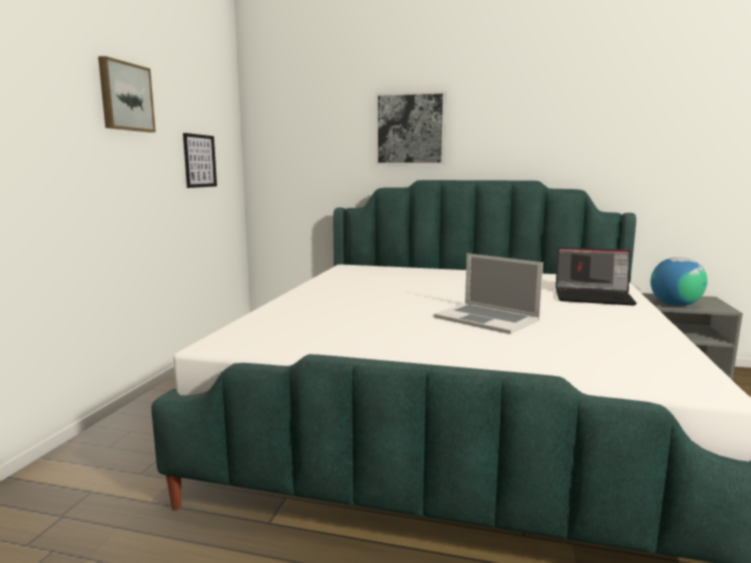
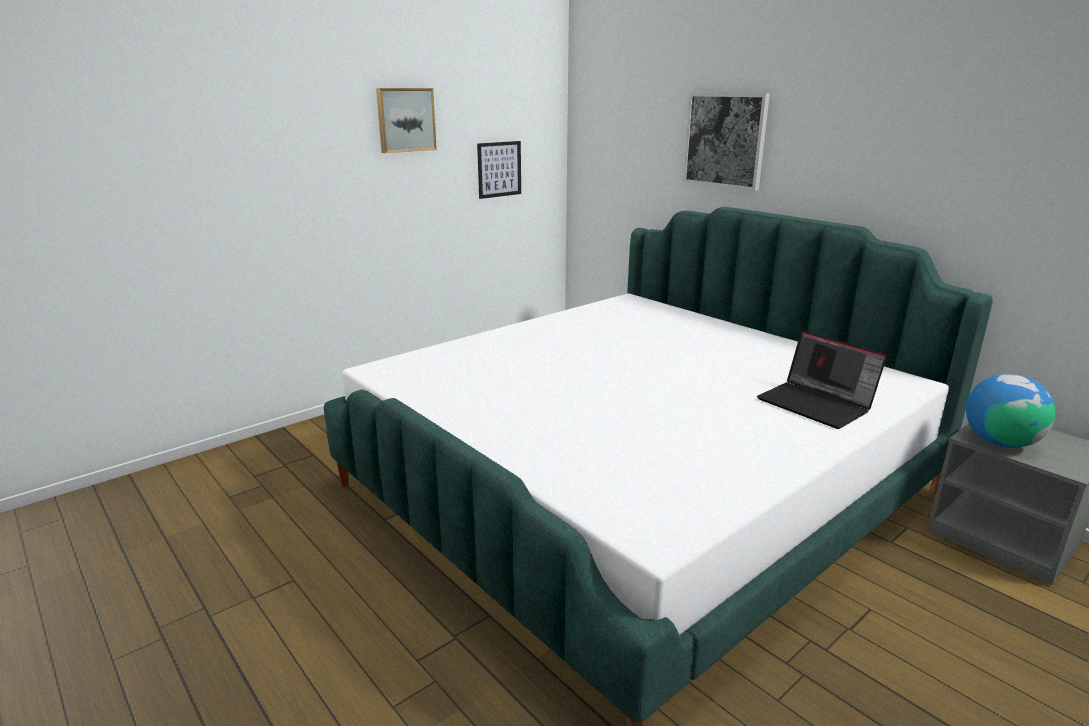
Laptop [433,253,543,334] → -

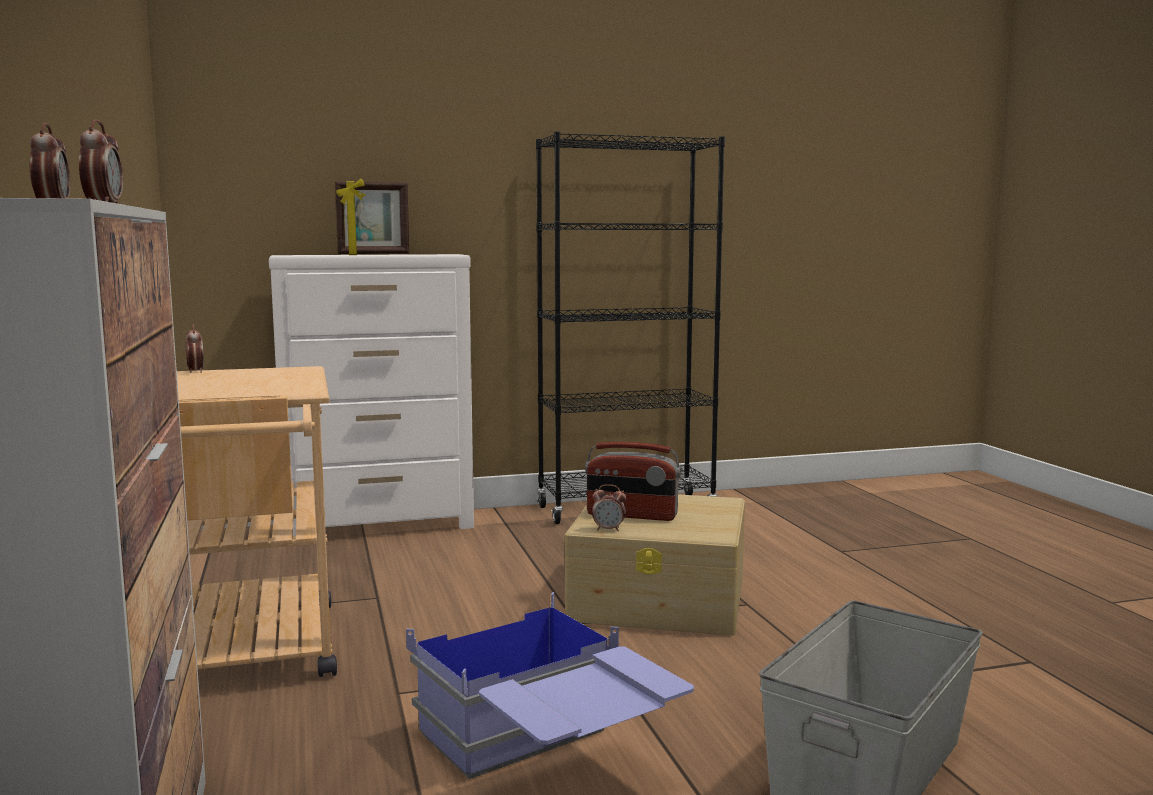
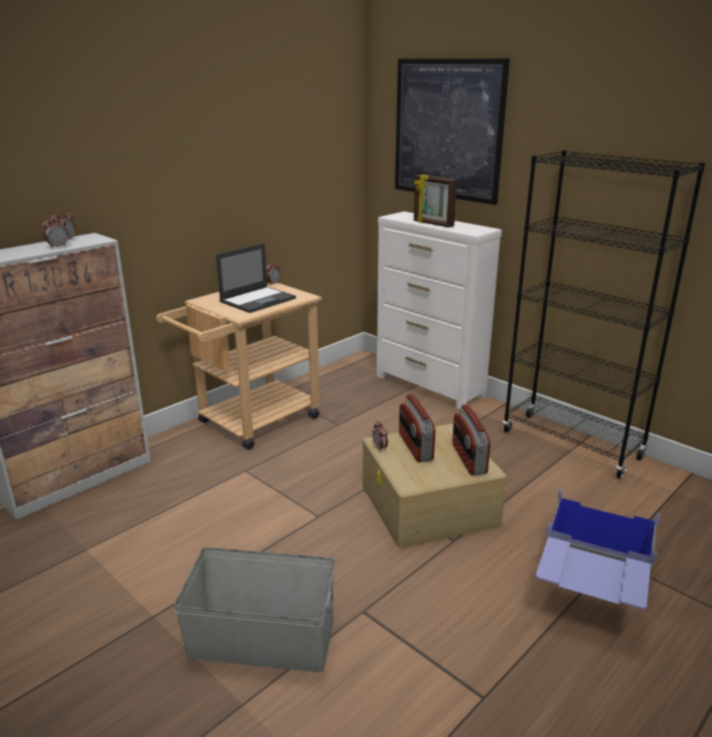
Aufbewahrungsbox/blau [406,592,694,779] → Aufbewahrungsbox/blau [536,489,661,609], relocated
- → Bild [395,58,510,205]
- → Laptop [216,244,296,313]
- → Radio [452,404,491,475]

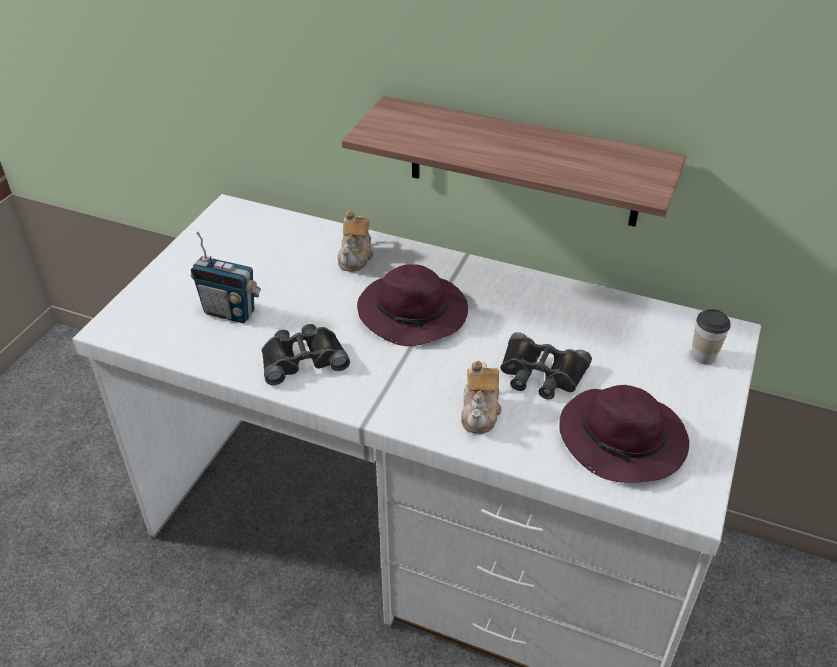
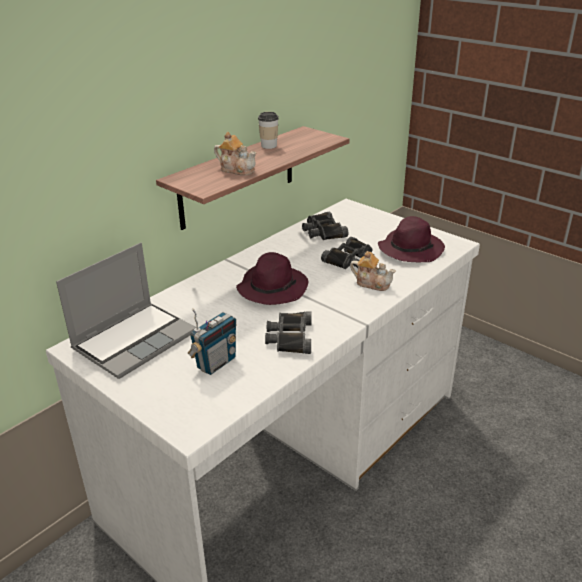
Teekanne [338,210,374,272] → Teekanne [214,132,257,176], relocated
Tasse [691,309,731,365] → Tasse [258,112,279,149], relocated
- → Fernglas/schwarz [302,211,349,240]
- → Laptop [56,243,197,379]

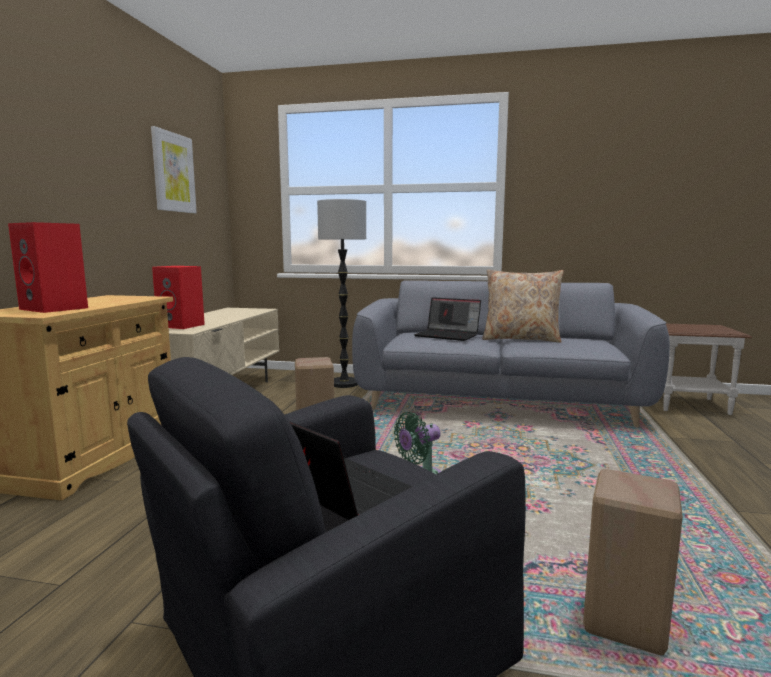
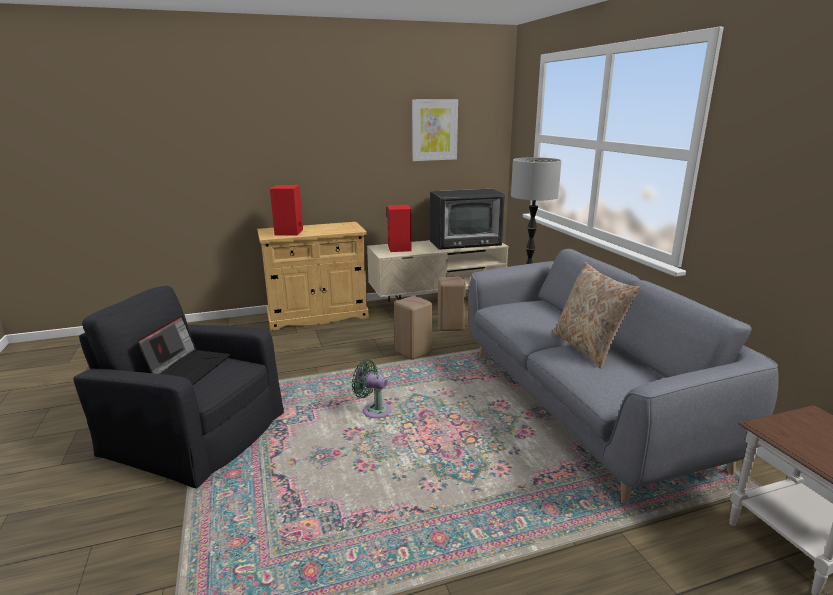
Laptop [414,297,481,341] → -
Hocker/beige [583,469,683,655] → Hocker/beige [438,276,466,331], relocated
- → Fernseher [430,189,505,250]

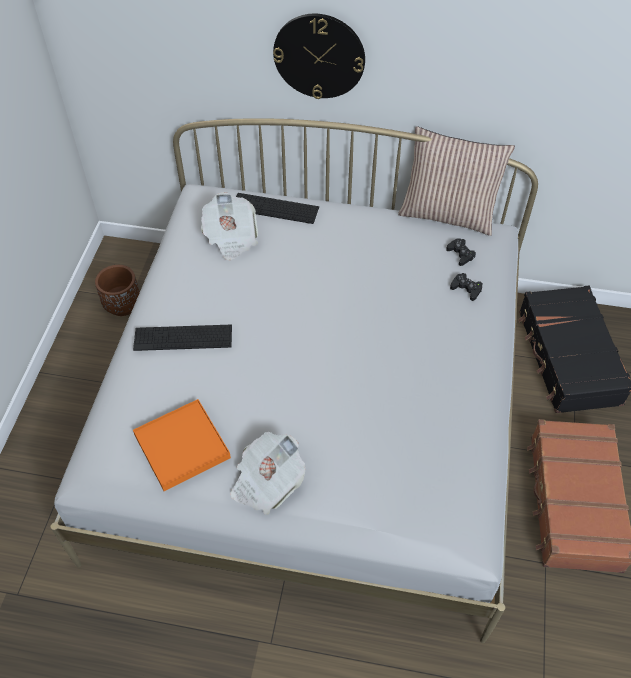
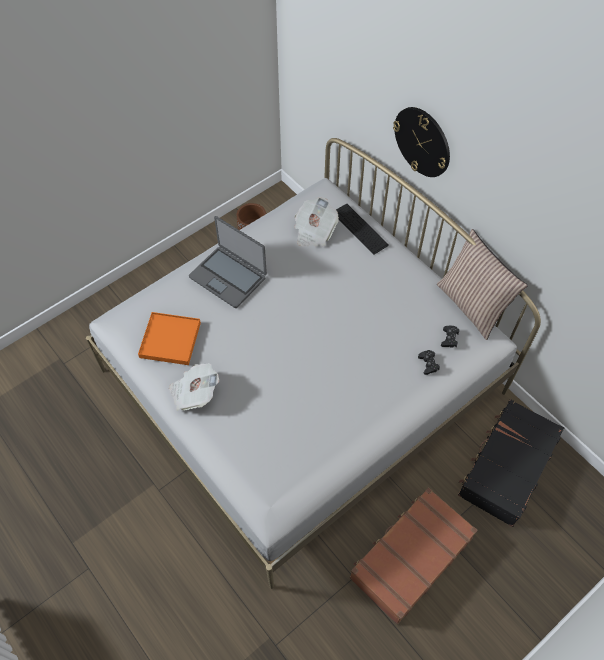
Tastatur [133,325,232,351] → Laptop [189,216,267,308]

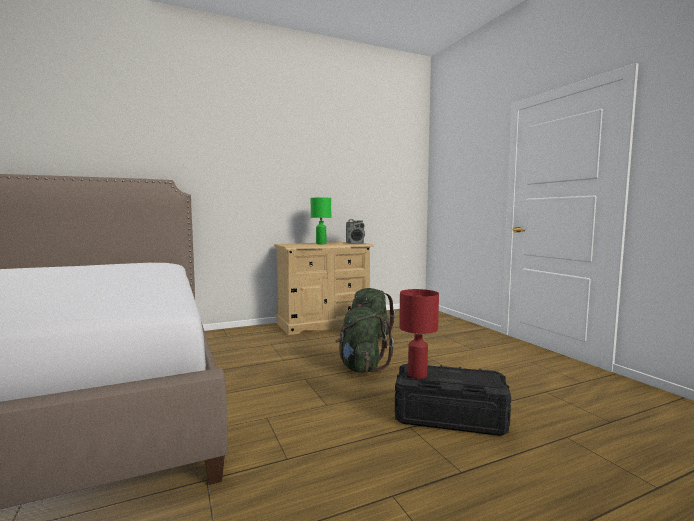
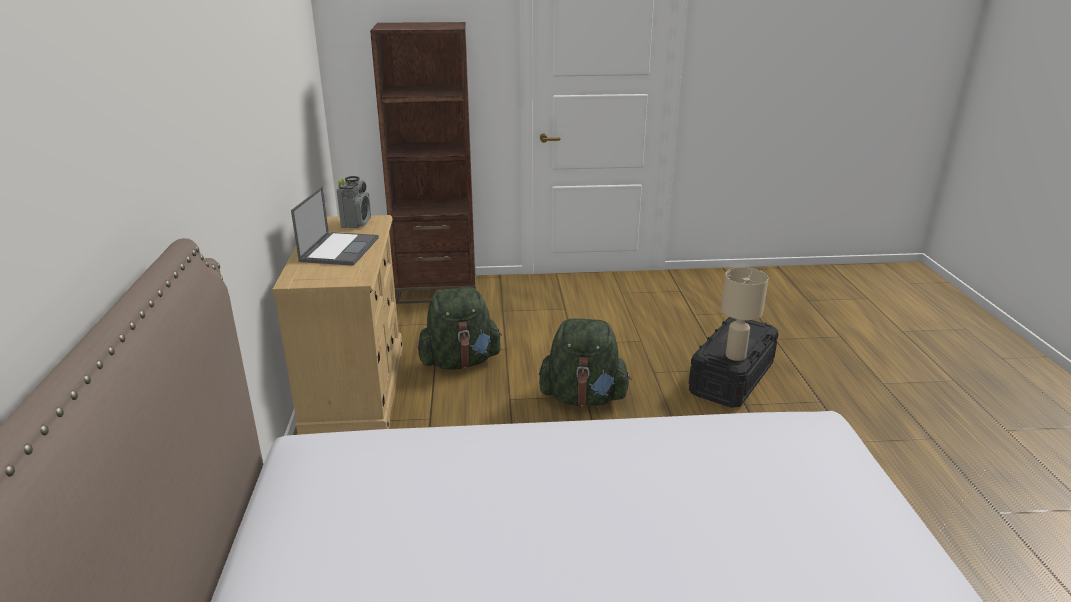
Tischlampe/grün [311,197,331,244] → Laptop [291,187,379,266]
Tischlampe/rot [399,289,439,379] → Tischlampe/beige [721,267,768,361]
- → Bücherregal/braun [370,22,476,304]

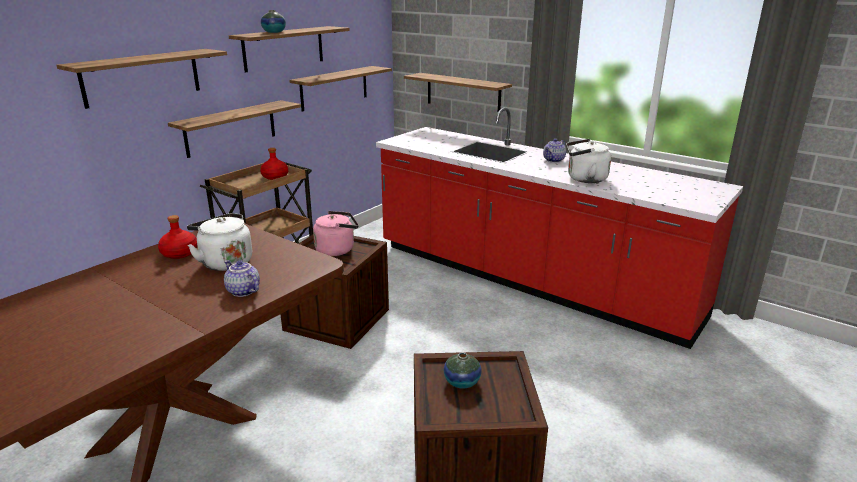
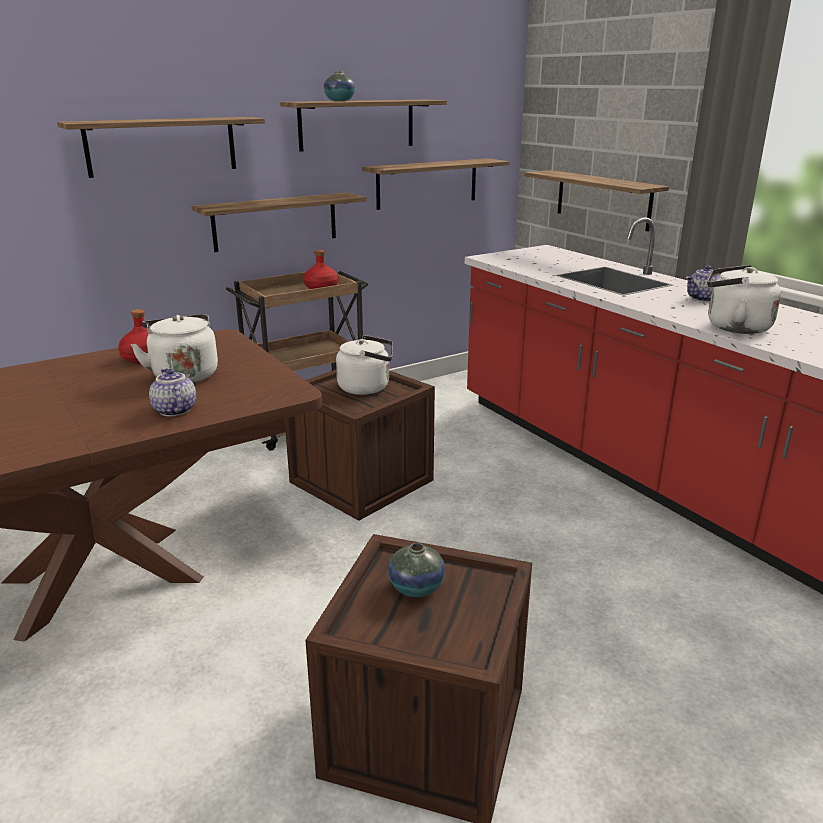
Wasserkessel/rosa [313,211,359,256] → Wasserkessel/weiß [336,335,393,395]

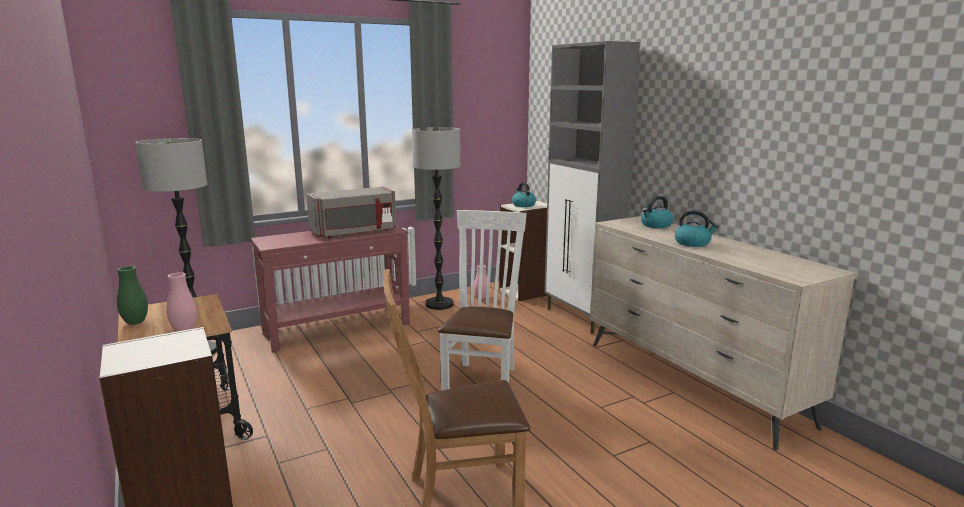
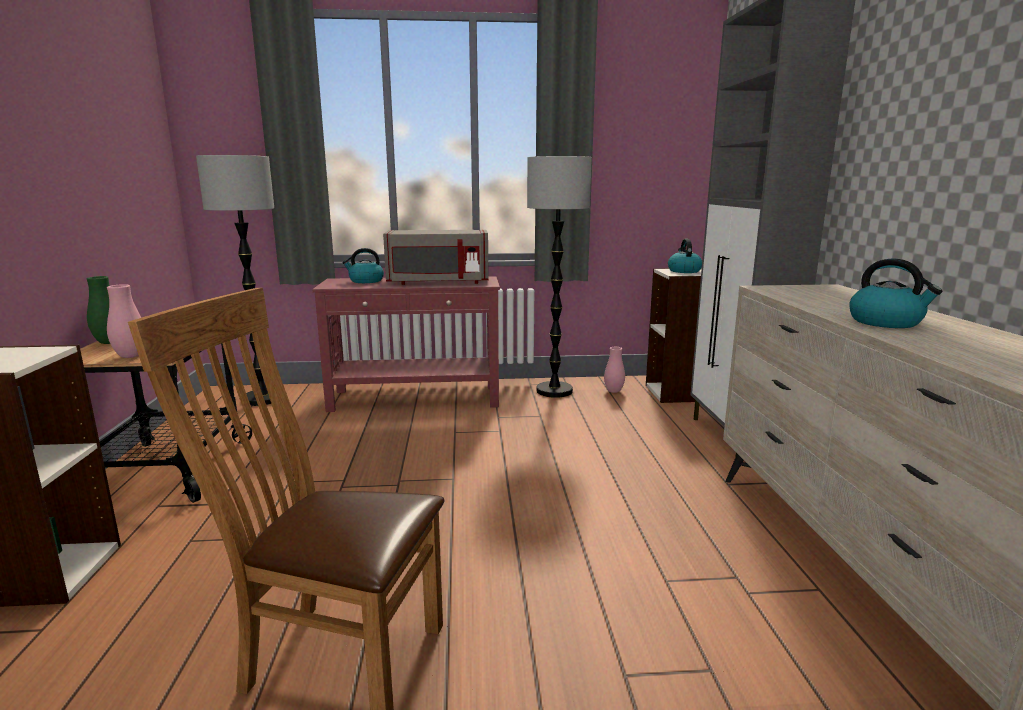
Wasserkessel [641,196,673,228] → Wasserkessel [342,248,384,283], relocated
Stuhl/weiß [438,210,527,391] → -

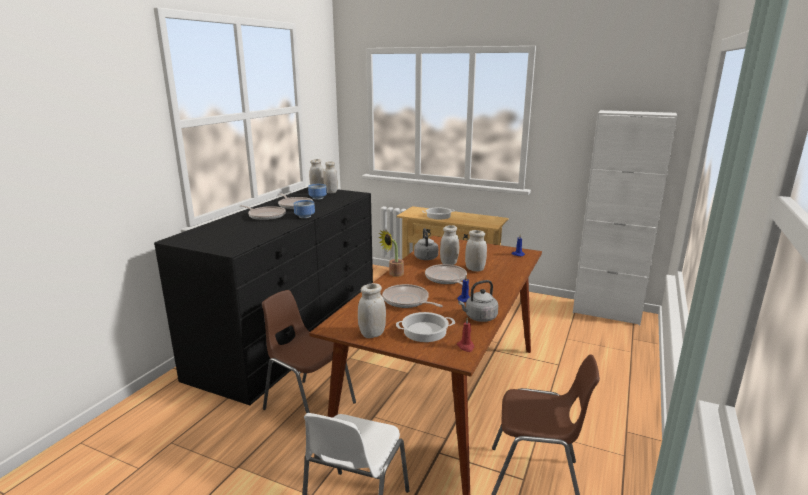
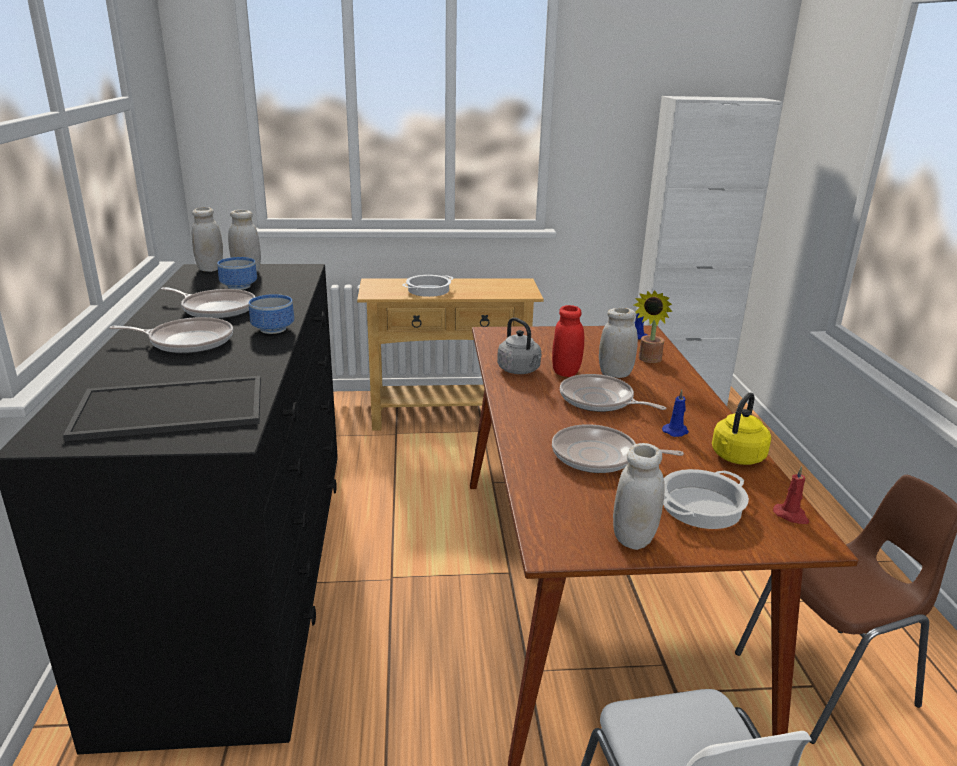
Vorratsglas/weiß [440,225,459,265] → Vorratsglas/rot [552,305,584,377]
Topfpflanze [379,230,404,277] → Topfpflanze [634,290,673,363], relocated
Wasserkessel/grau [458,280,498,322] → Wasserkessel/gelb [712,393,771,465]
Stuhl/braun [262,290,356,413] → -
- → Tablett [63,376,261,441]

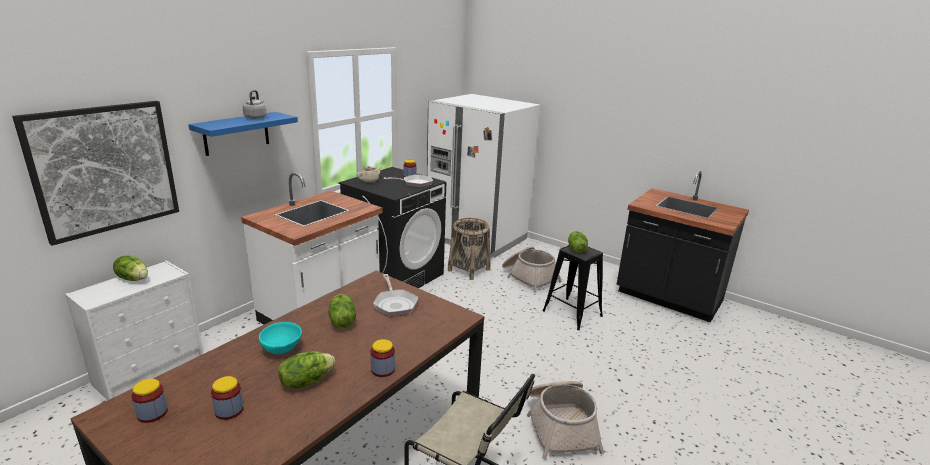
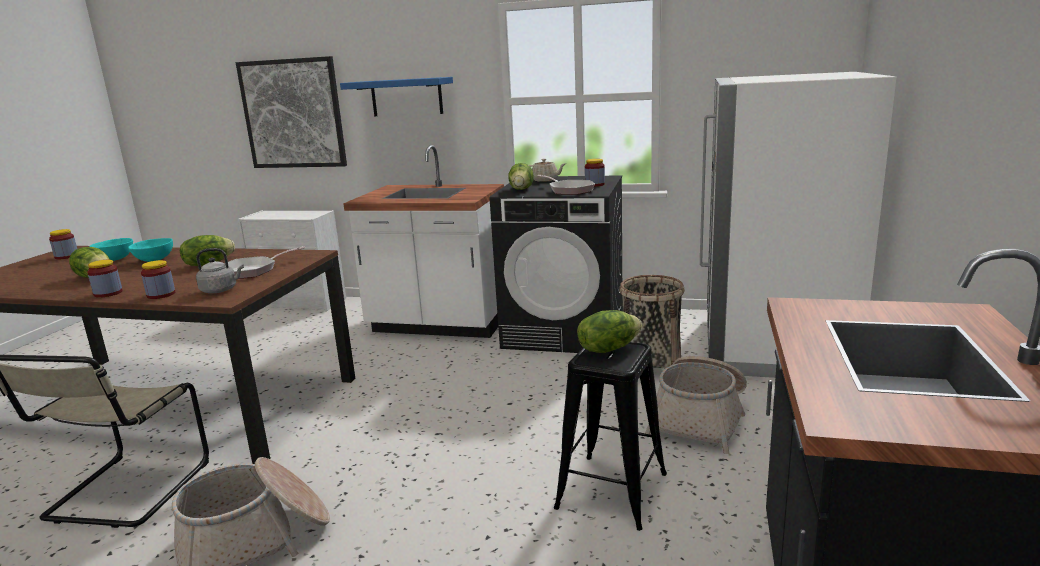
Wasserkessel/grau [243,90,267,119] → Wasserkessel/grau [196,248,244,293], relocated
Salatkopf [113,256,148,281] → Salatkopf [509,163,534,190], relocated
Vorratsglas [211,376,244,420] → Vorratsglas [141,260,175,299], relocated
- → Schüssel/türkis [89,238,133,261]

